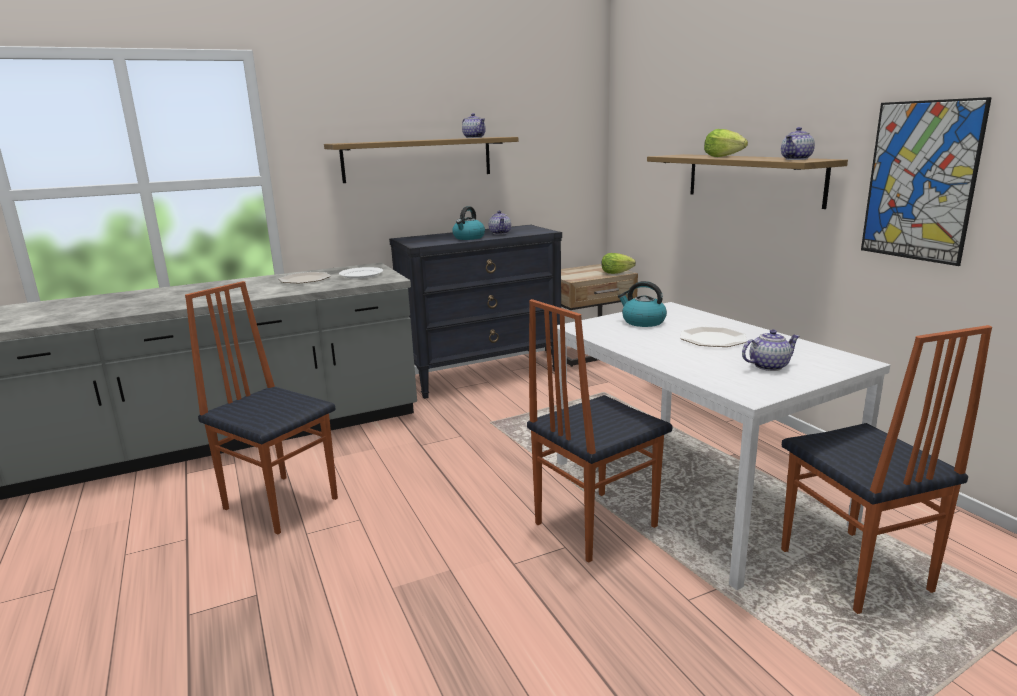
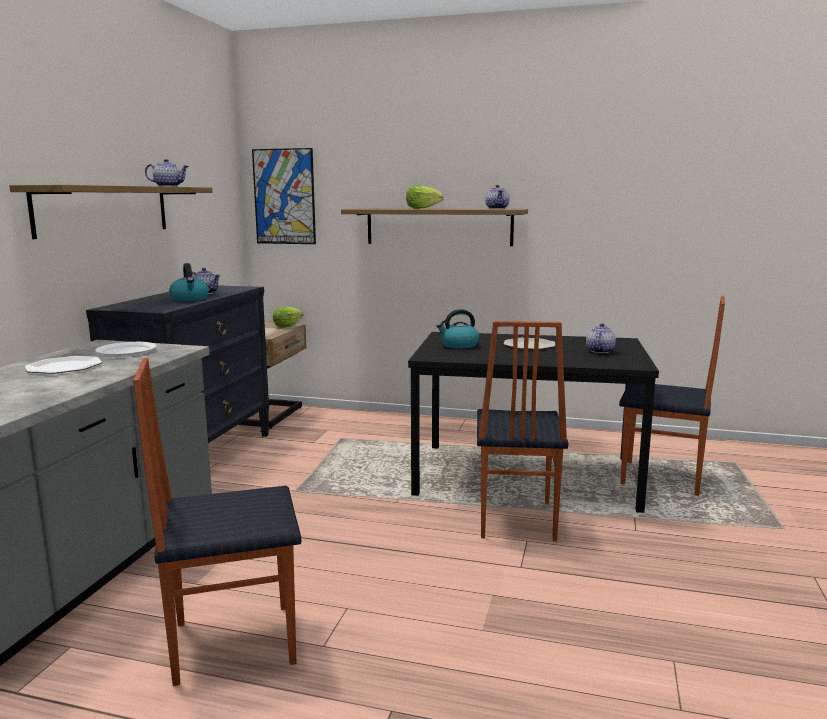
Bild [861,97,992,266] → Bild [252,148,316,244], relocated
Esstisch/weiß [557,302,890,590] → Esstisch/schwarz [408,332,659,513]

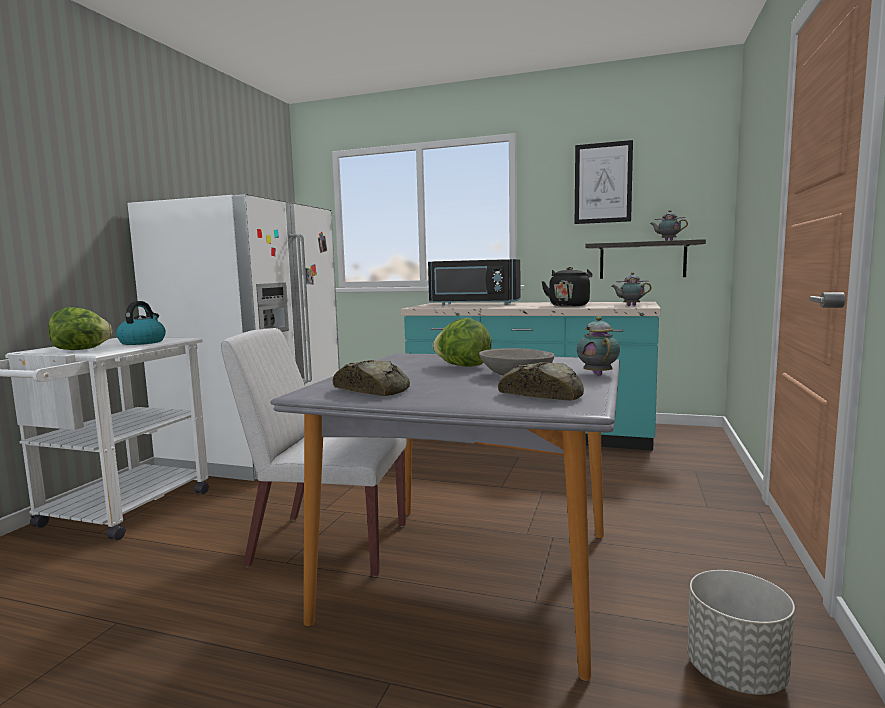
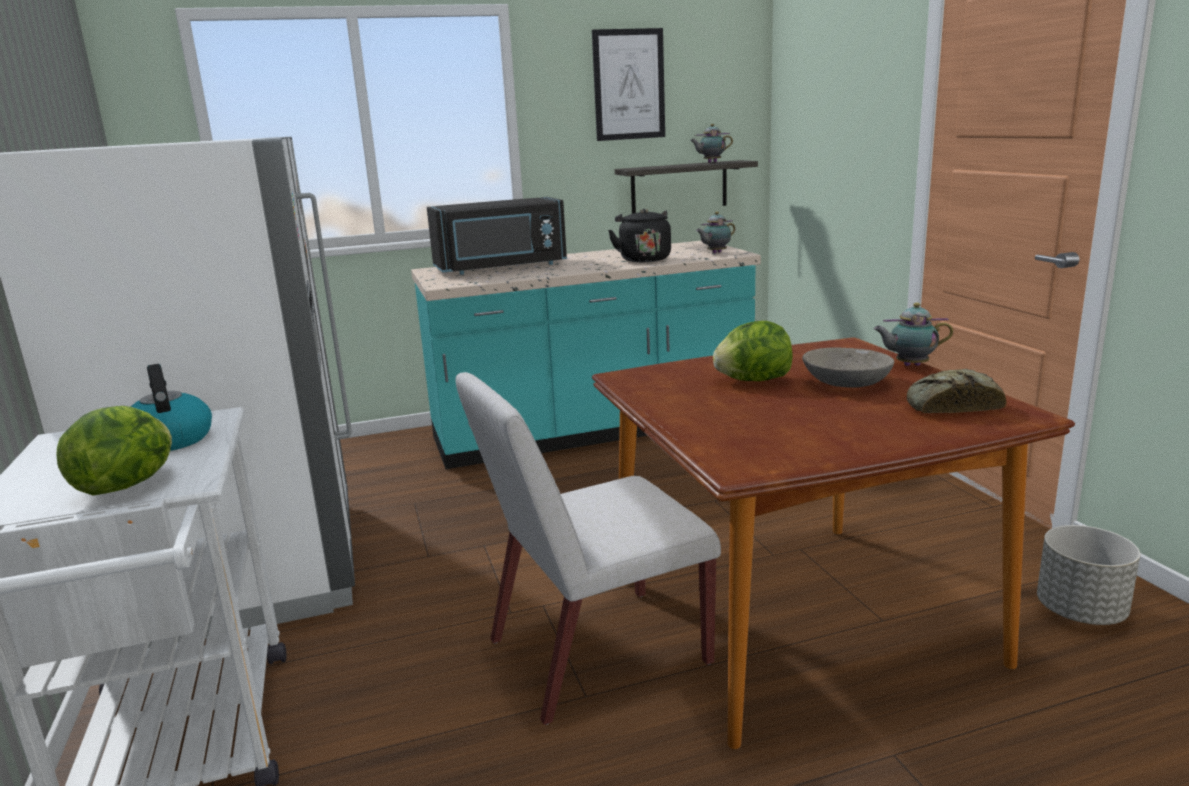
Teekanne [577,316,620,376] → Teekanne [874,303,953,366], 45 degrees counterclockwise
Esstisch/grau [270,353,620,681] → Esstisch/braun [592,337,1075,749]
Brot [333,360,410,396] → -

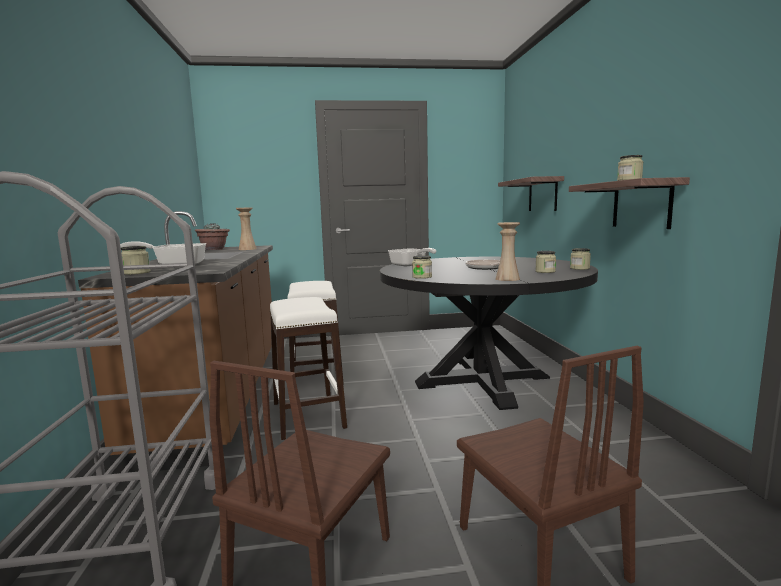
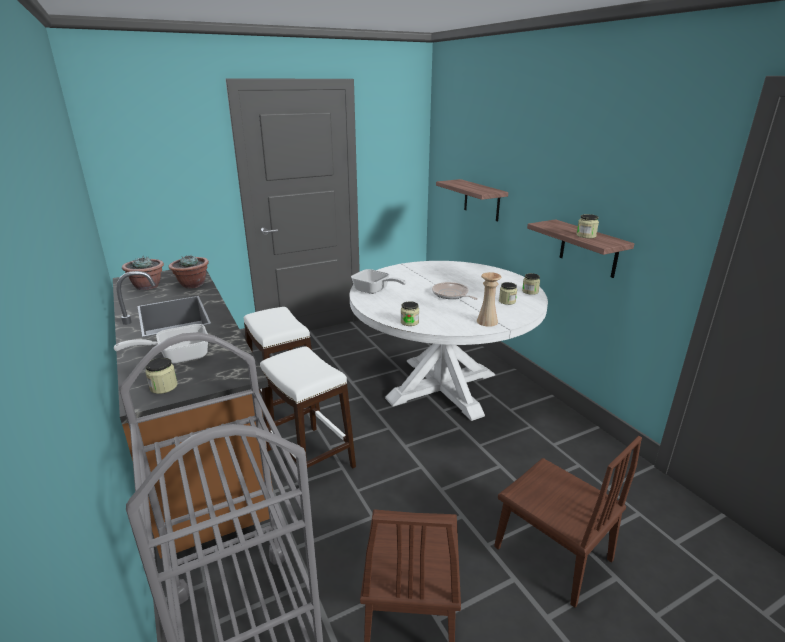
Vase/beige [236,208,257,250] → Topfpflanze [168,255,209,288]
Esstisch/schwarz [380,257,598,410] → Esstisch/weiß [350,261,548,421]

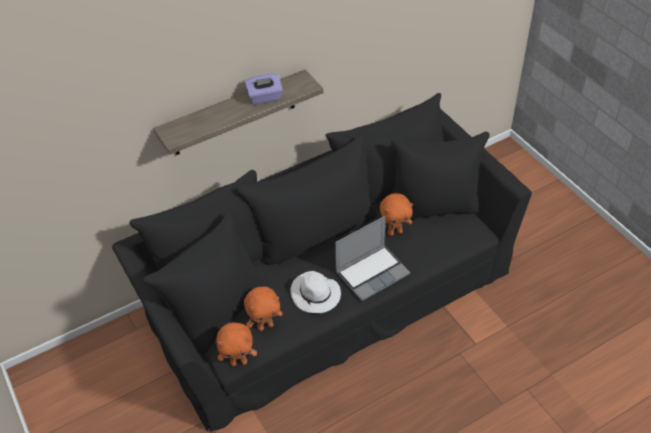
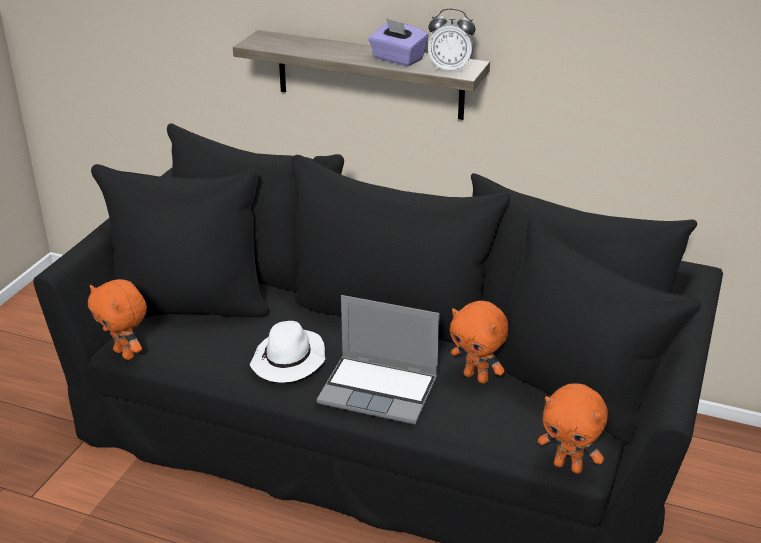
Plüschtier/orange [244,286,283,331] → Plüschtier/orange [537,383,608,474], relocated
- → Wecker [428,8,475,73]

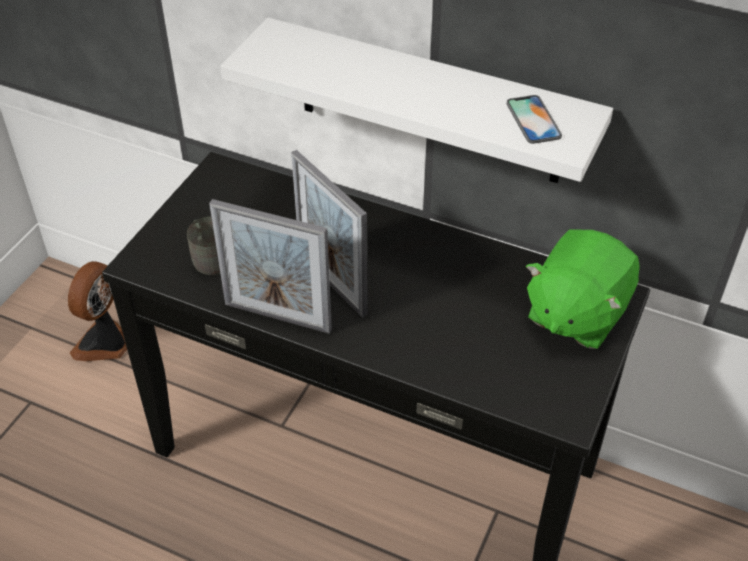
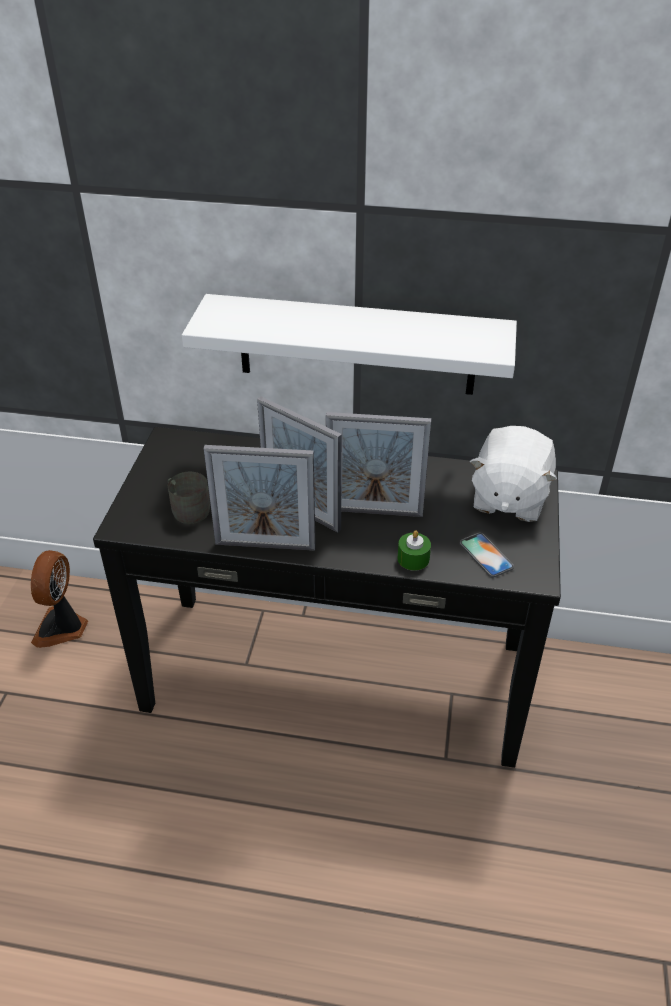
Handy [507,95,562,144] → Handy [460,533,514,578], relocated
Plüschtier/grün [526,229,640,349] → Plüschtier/weiß [470,426,557,522]
- → Bilderrahmen [326,412,431,517]
- → Kerze/grün [398,531,431,571]

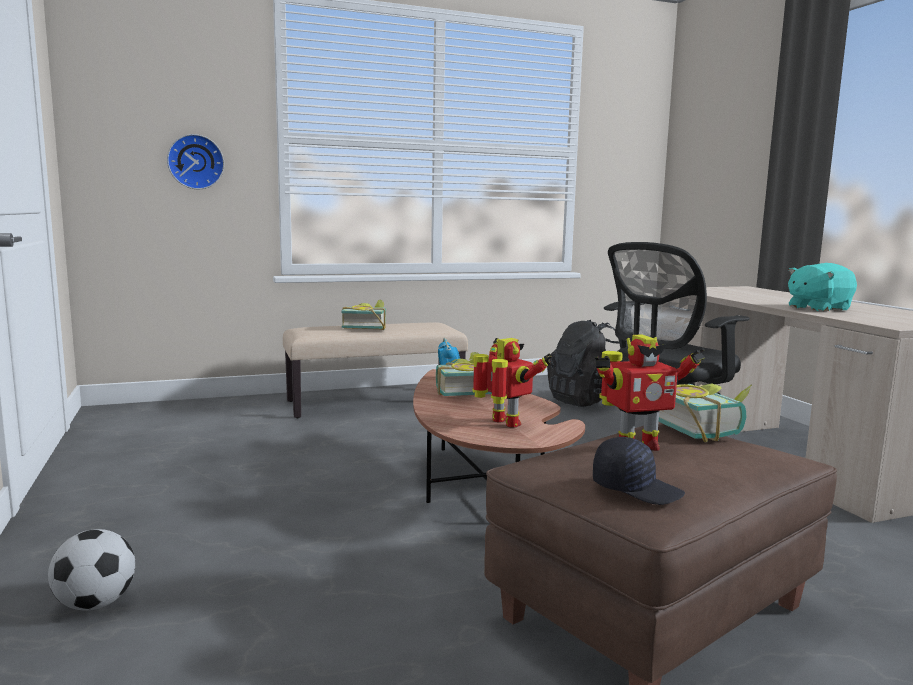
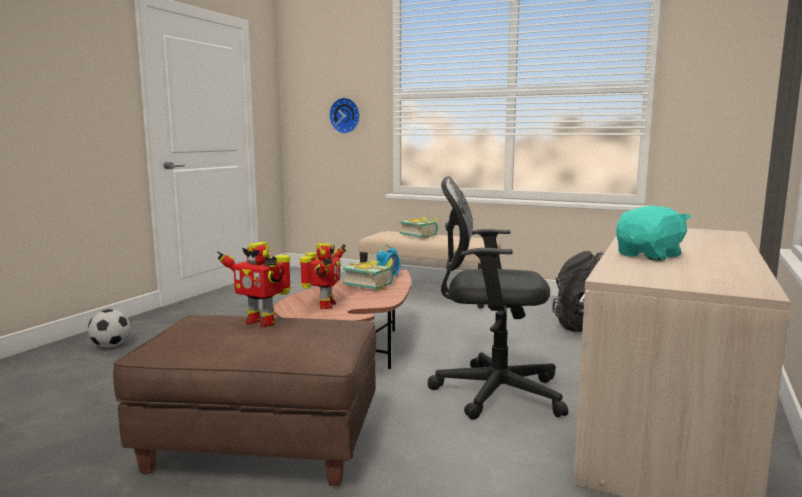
Plüschtier/türkis [788,263,857,312] → Plüschtier/türkis [616,206,691,261], 120 degrees clockwise
Buch [659,384,752,442] → -
Kappe/schwarz [593,437,685,505] → -

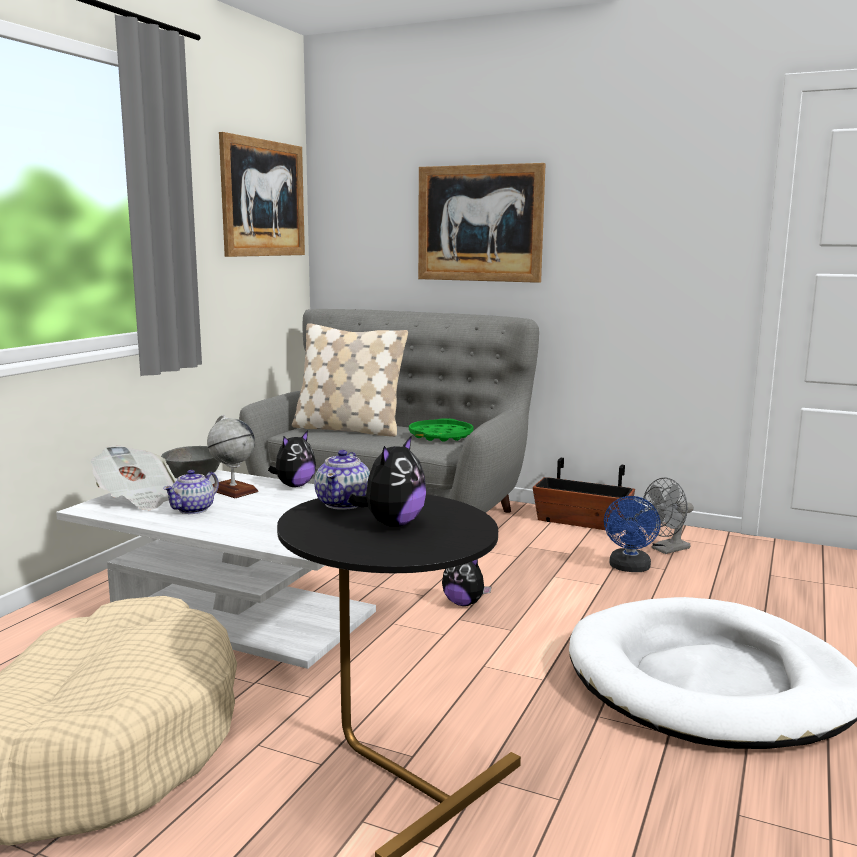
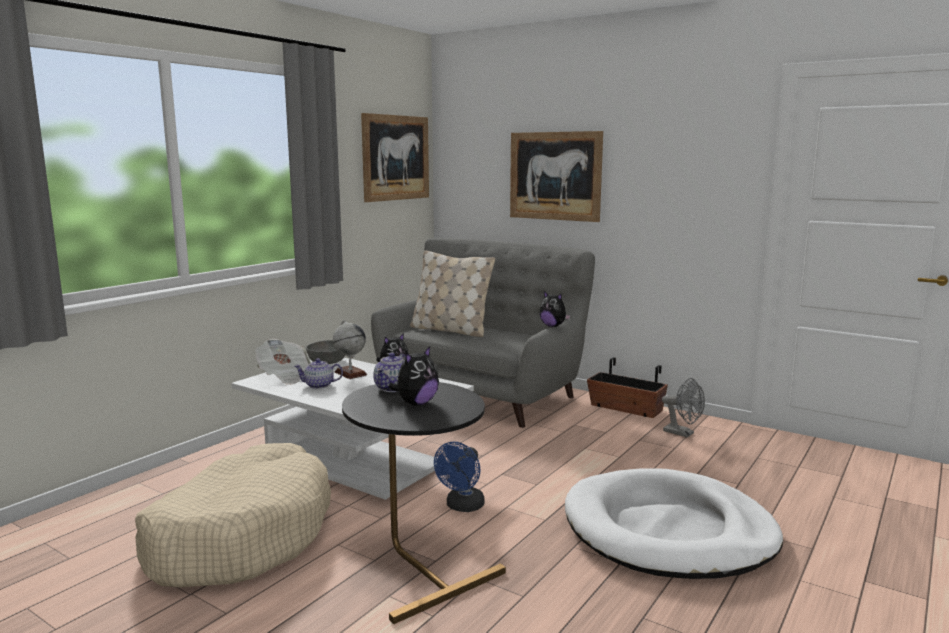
Tablett/grün [409,418,473,442] → -
Teekanne [163,470,219,514] → Teekanne [294,358,343,389], 45 degrees clockwise
Ventilator/grau [642,477,694,554] → Ventilator/grau [662,378,705,438], 120 degrees counterclockwise
Ventilator/blau [604,496,661,572] → Ventilator/blau [434,442,484,512], relocated
Plüschtier [442,559,492,606] → Plüschtier [539,291,571,327], relocated

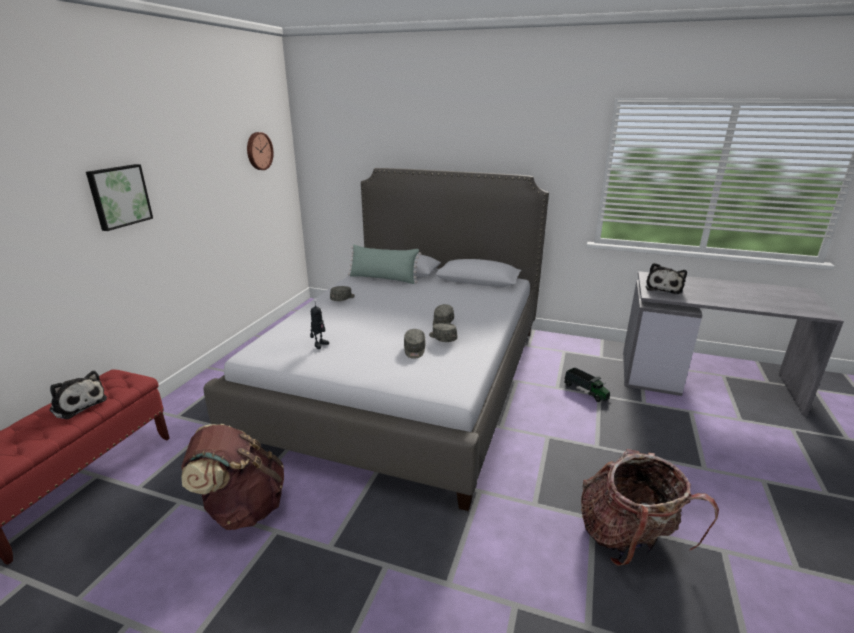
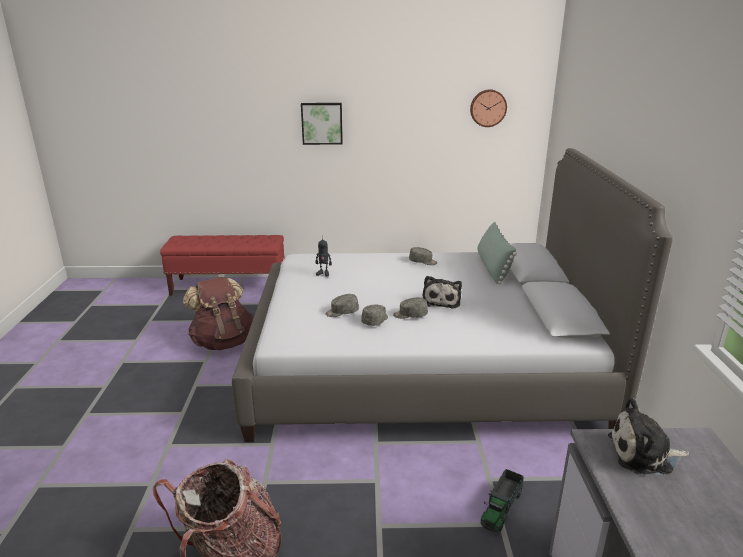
Plüschtier [49,371,107,419] → Plüschtier [423,276,462,309], relocated

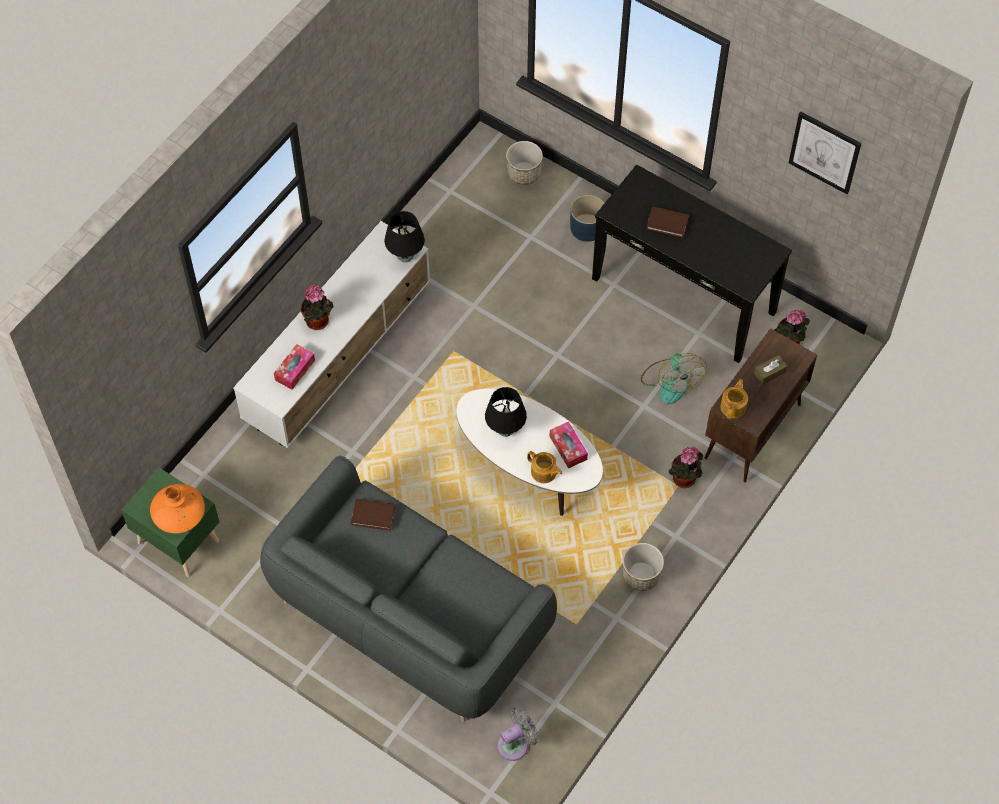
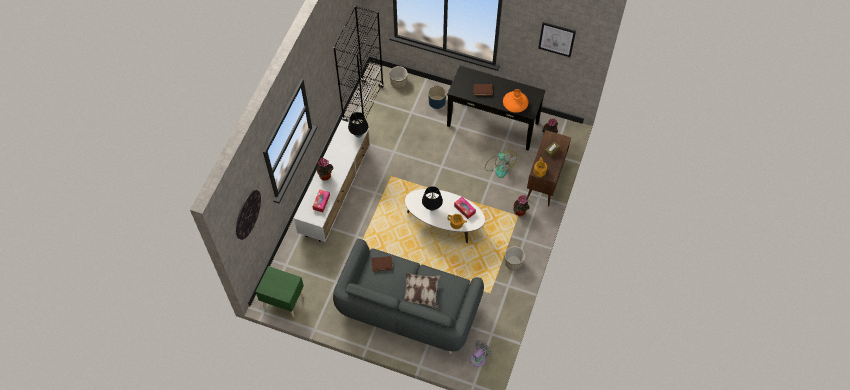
Vase/orange [150,484,205,533] → Vase/orange [503,89,528,113], relocated
- → Bücherregal/schwarz [333,5,384,122]
- → Wanduhr [236,190,261,240]
- → Kissen [403,272,441,309]

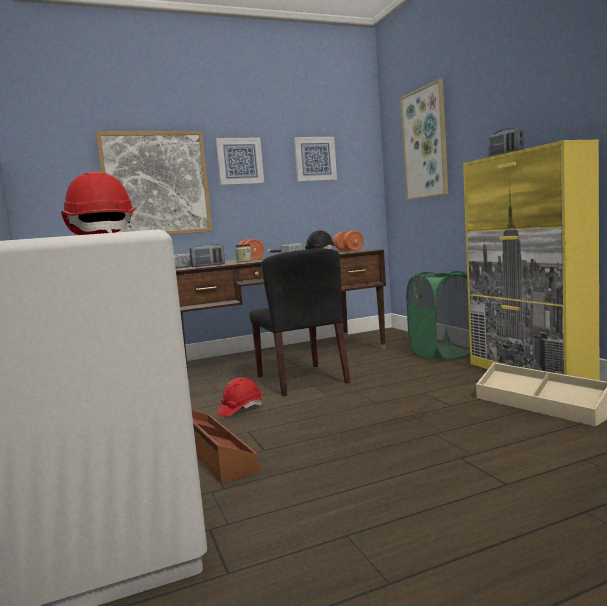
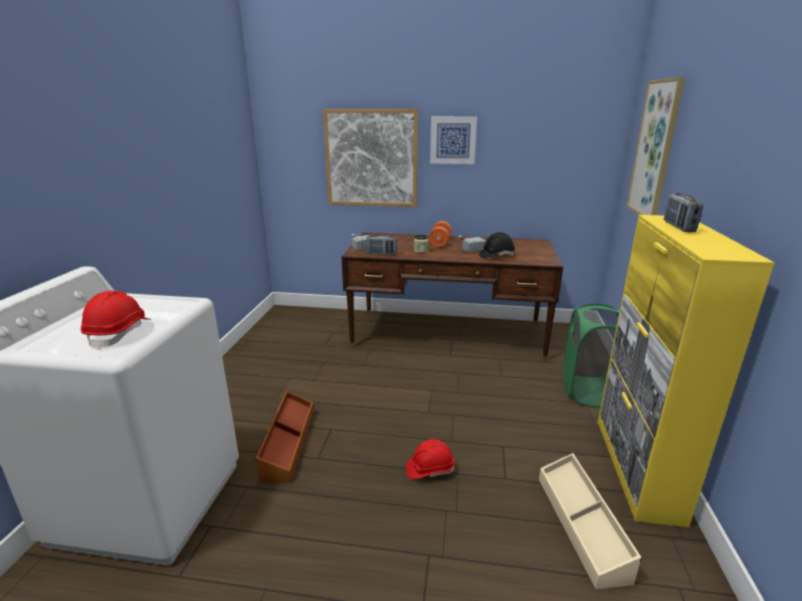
Bild [294,137,337,182] → -
Hantel/orange [333,231,364,250] → -
Stuhl/schwarz [250,248,350,397] → -
Schutzhelm/rot [217,377,262,417] → Schutzhelm/rot [406,439,455,479], relocated

